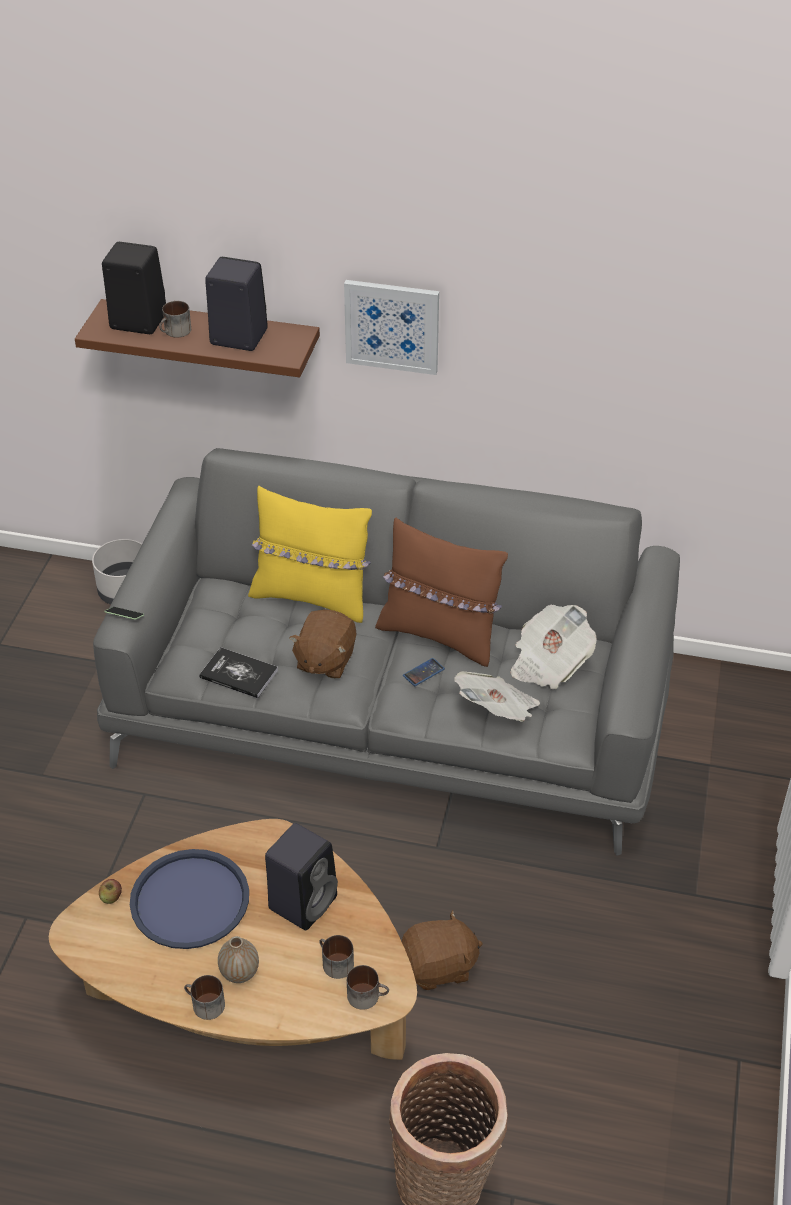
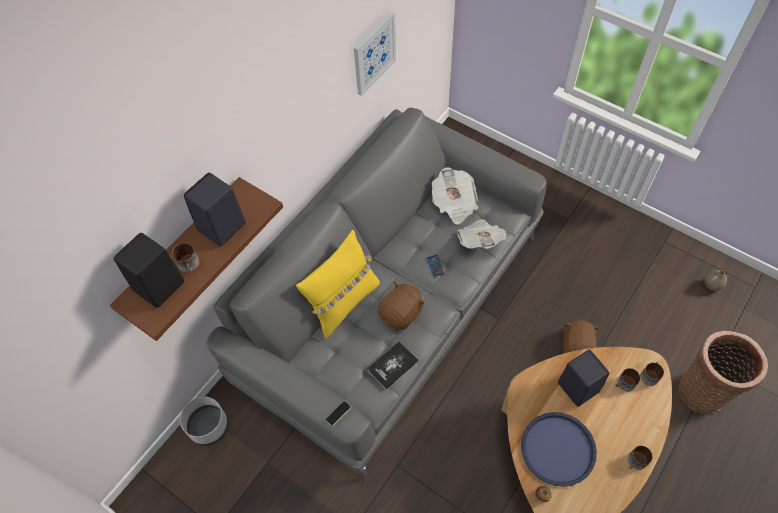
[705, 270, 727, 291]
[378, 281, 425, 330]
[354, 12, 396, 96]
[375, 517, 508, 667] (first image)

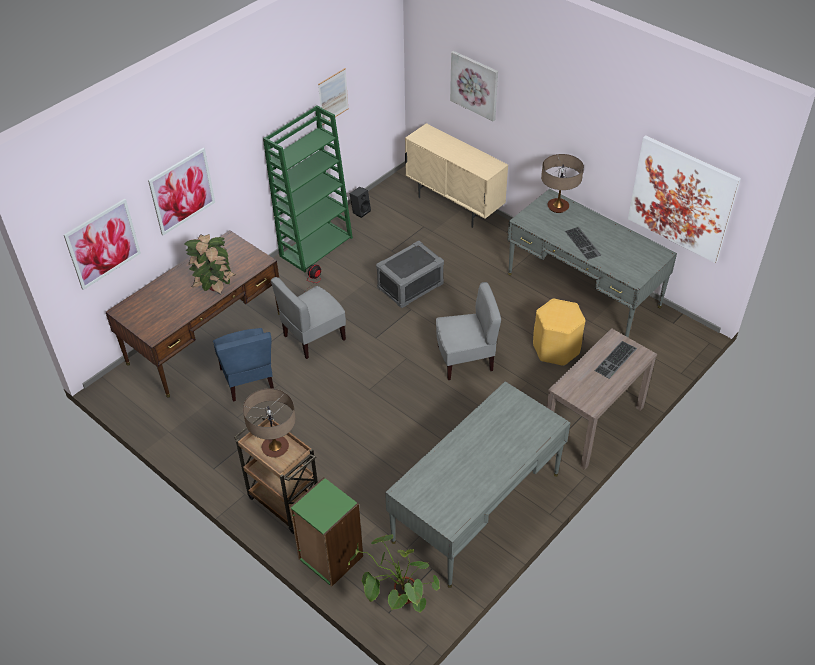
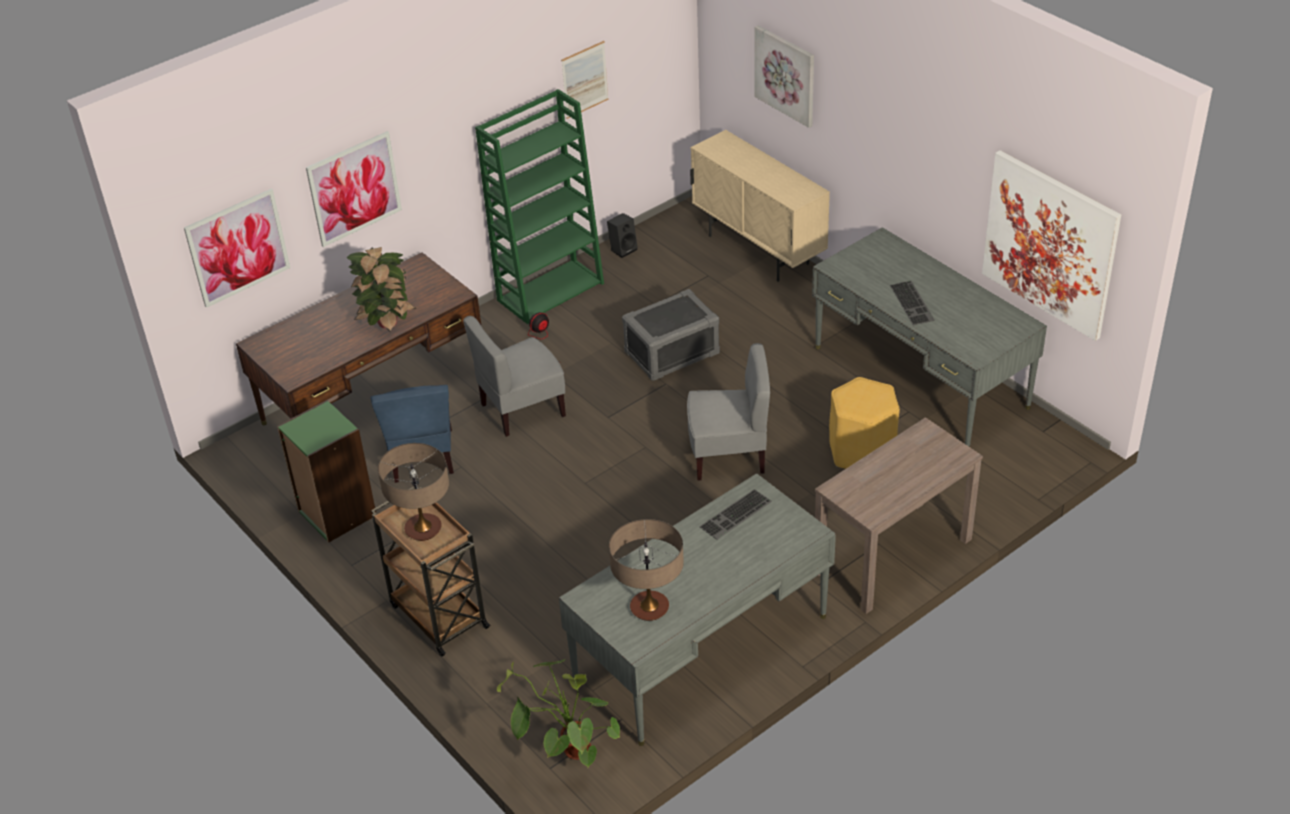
[277, 400, 376, 543]
[609, 519, 684, 621]
[699, 489, 772, 540]

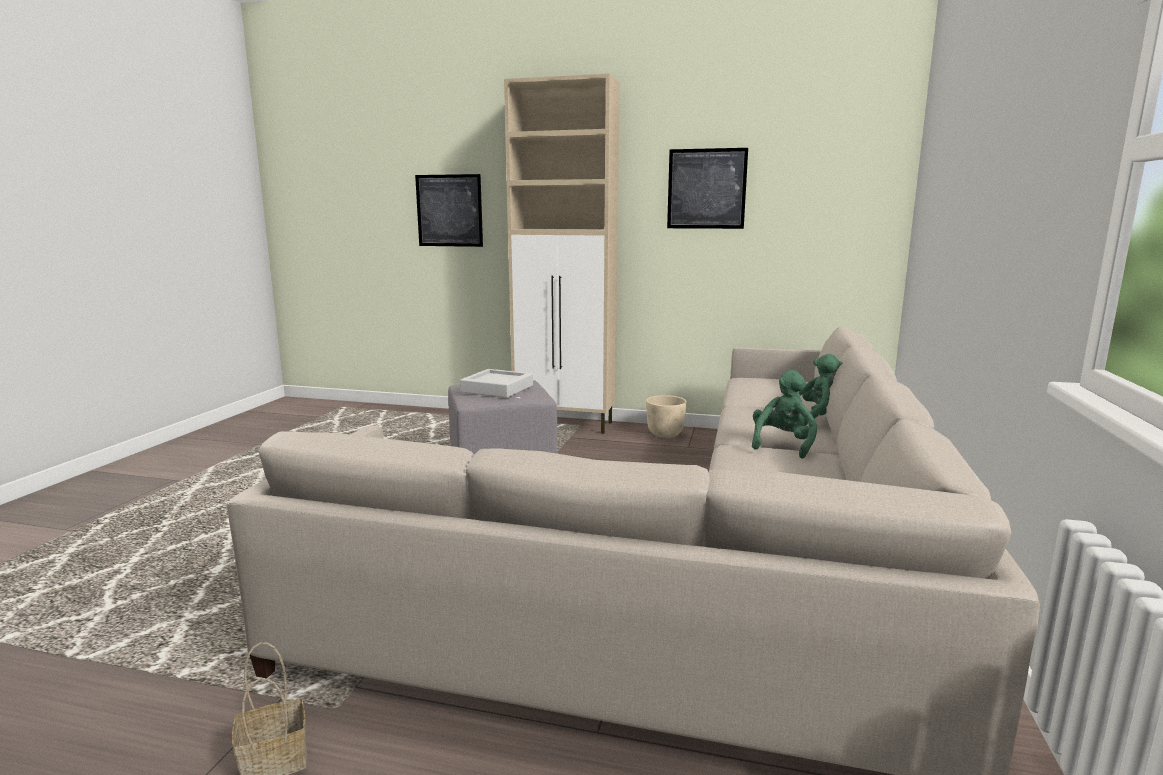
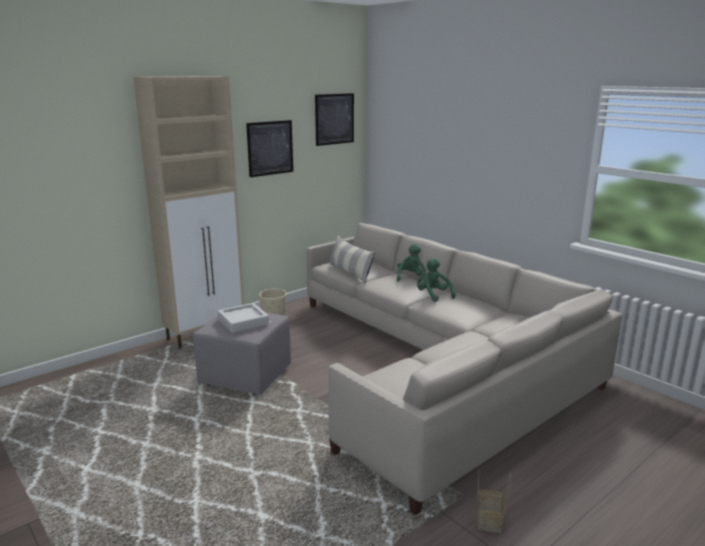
[315, 93, 354, 146]
[329, 235, 375, 283]

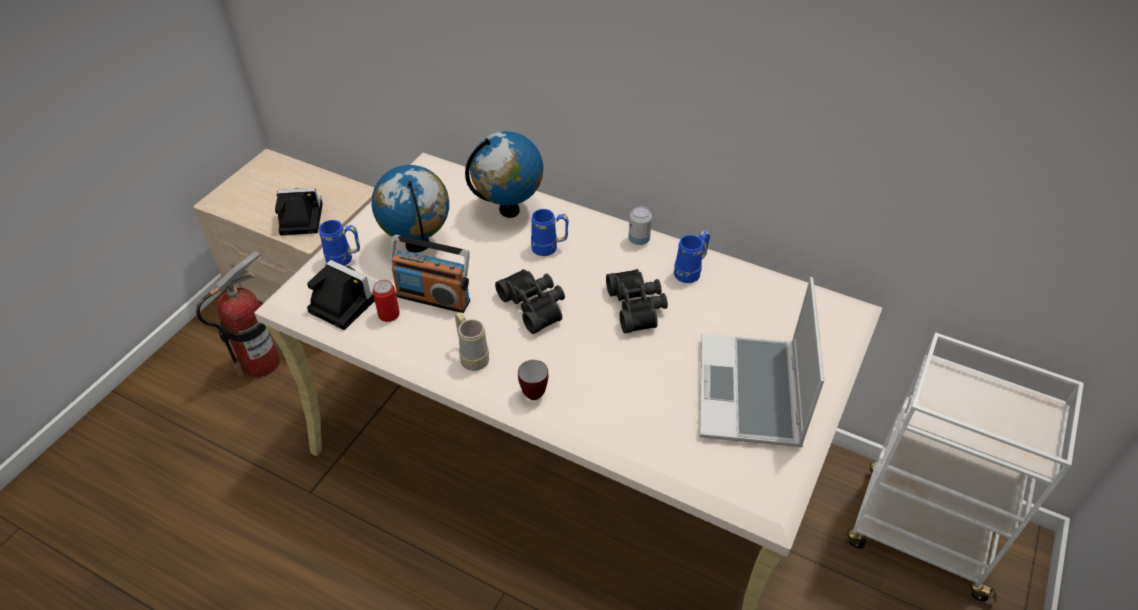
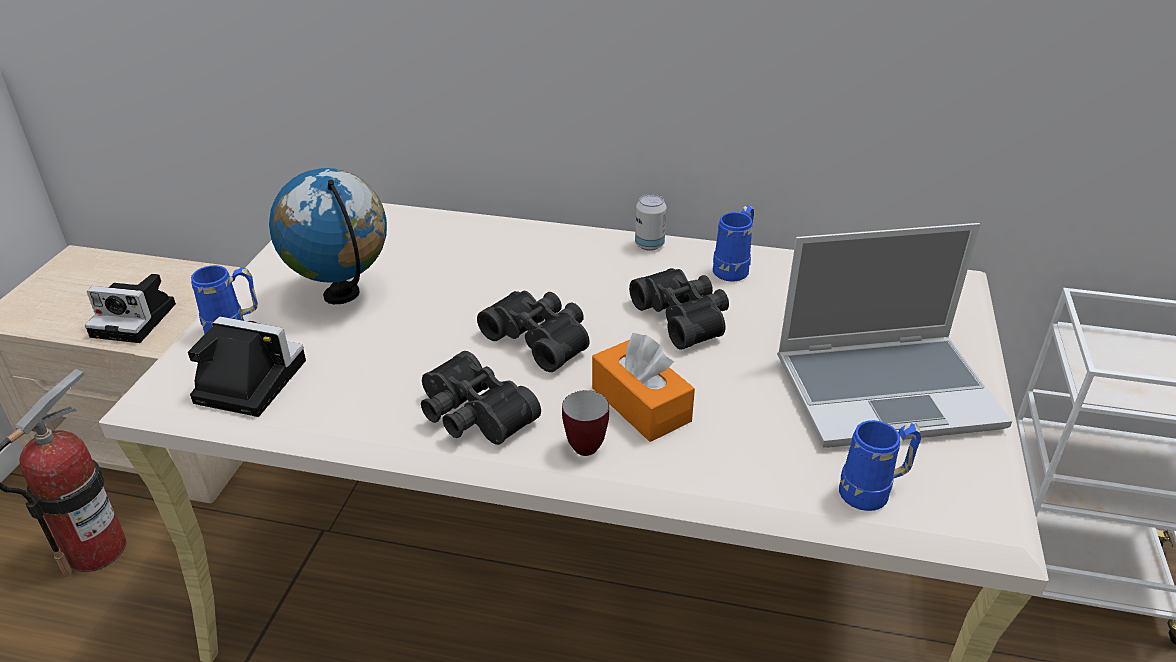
[85, 274, 176, 343]
[373, 280, 400, 322] (first image)
[390, 235, 470, 313] (first image)
[421, 351, 541, 445]
[465, 131, 543, 218] (first image)
[839, 420, 921, 511]
[777, 223, 1012, 448]
[592, 333, 695, 442]

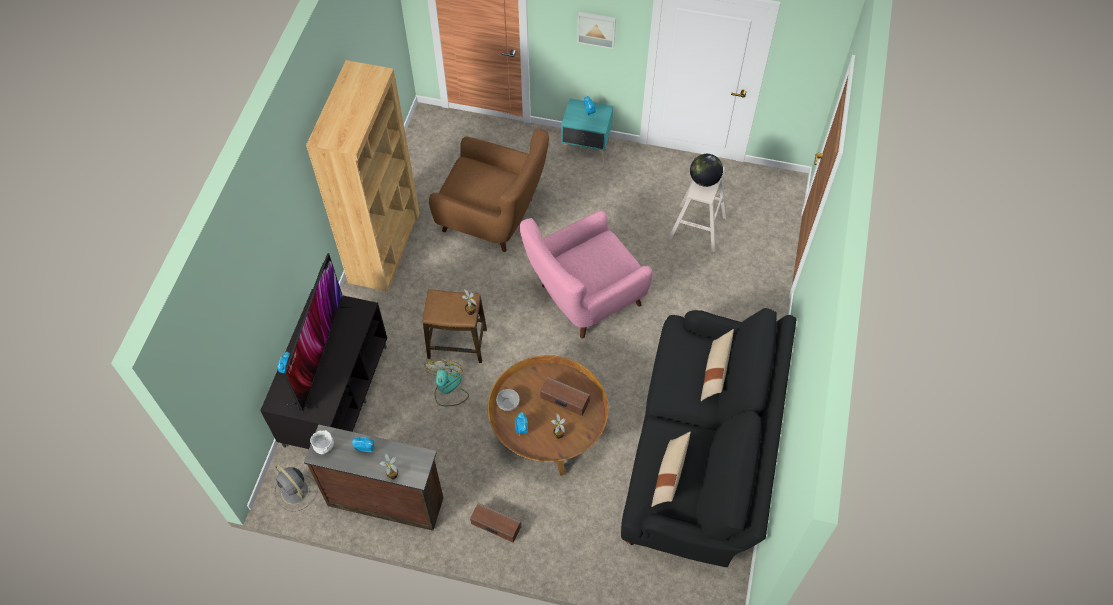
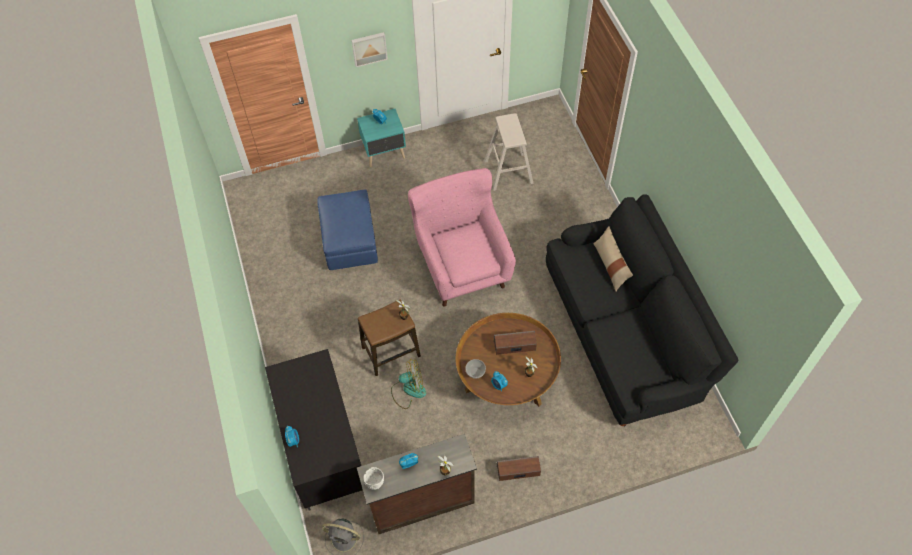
[284, 253, 349, 412] (first image)
[306, 60, 420, 291] (first image)
[391, 359, 426, 409]
[317, 190, 378, 270]
[408, 168, 516, 307]
[651, 432, 691, 507] (first image)
[690, 154, 723, 187] (first image)

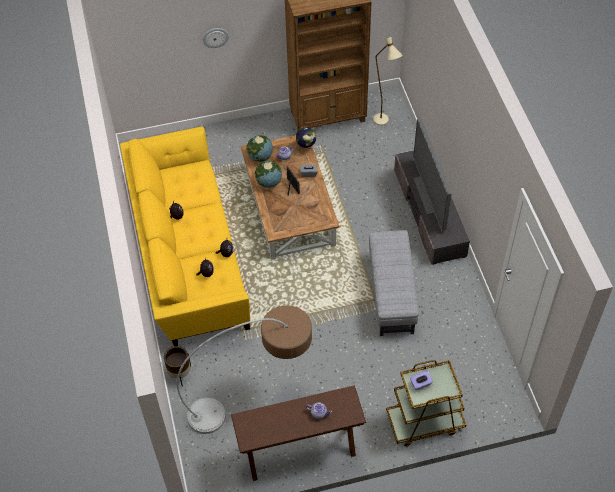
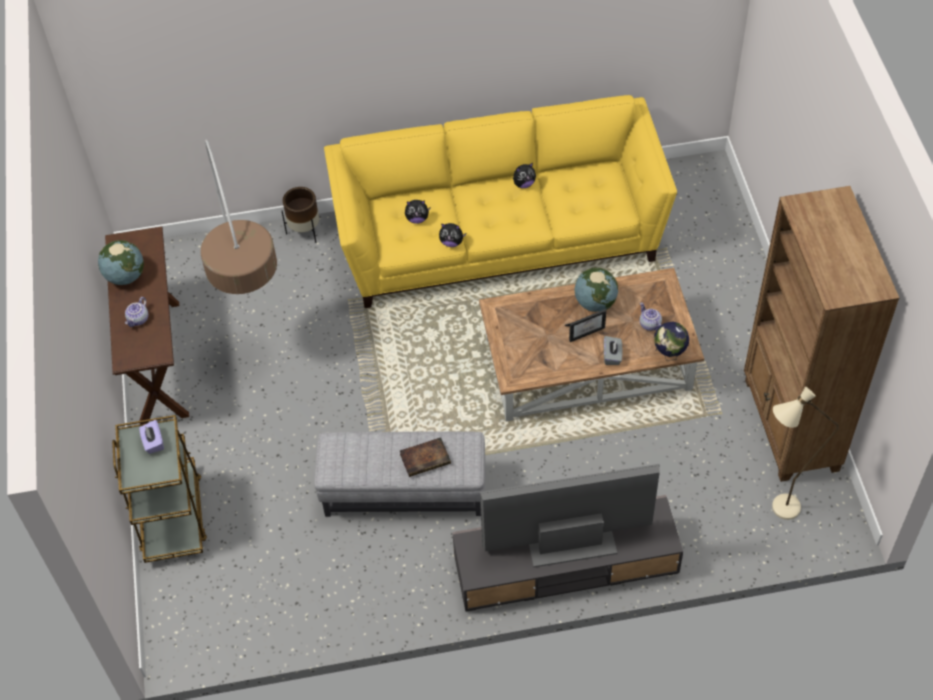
[203, 28, 229, 48] (first image)
[98, 240, 144, 285]
[399, 437, 451, 477]

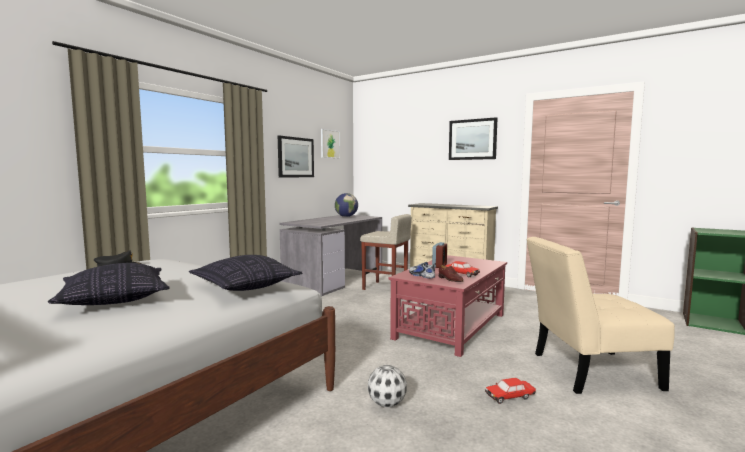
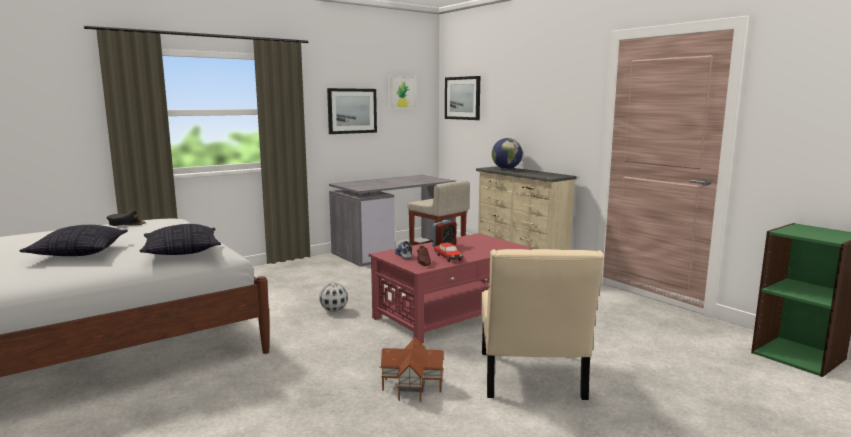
[492, 138, 523, 169]
[319, 283, 348, 312]
[445, 76, 480, 120]
[380, 337, 444, 402]
[481, 249, 604, 400]

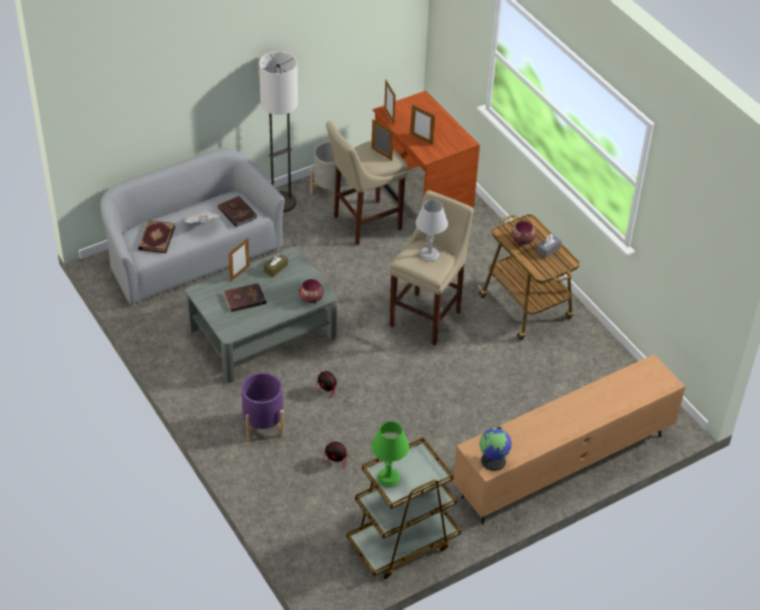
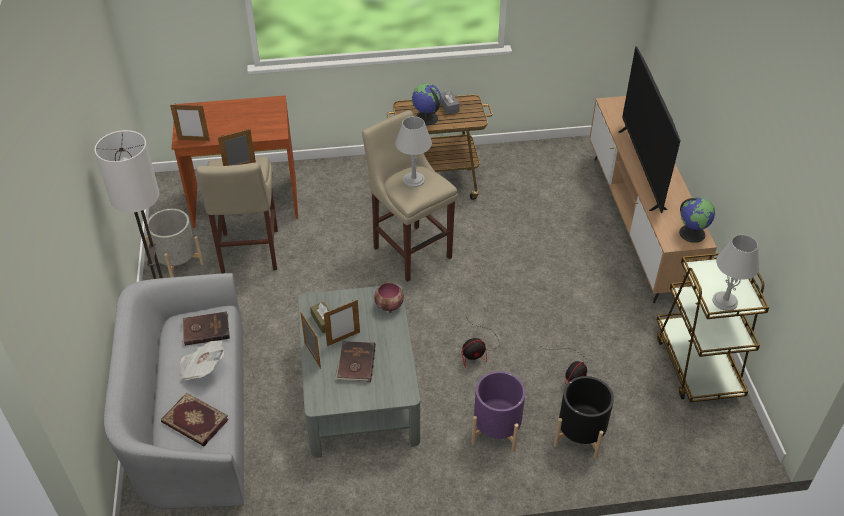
[712, 235, 760, 311]
[324, 300, 360, 346]
[412, 83, 442, 126]
[554, 376, 614, 459]
[618, 46, 681, 214]

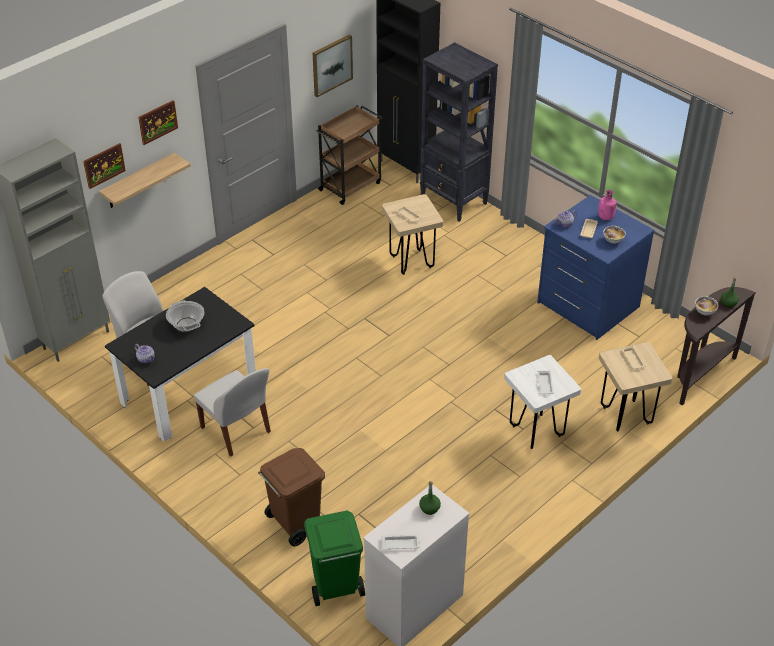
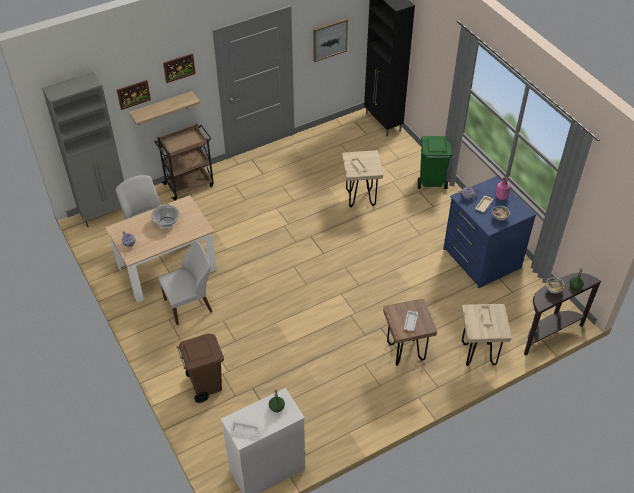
[105, 195, 217, 303]
[158, 240, 212, 325]
[418, 136, 452, 189]
[154, 124, 214, 200]
[420, 42, 498, 222] (first image)
[383, 299, 437, 366]

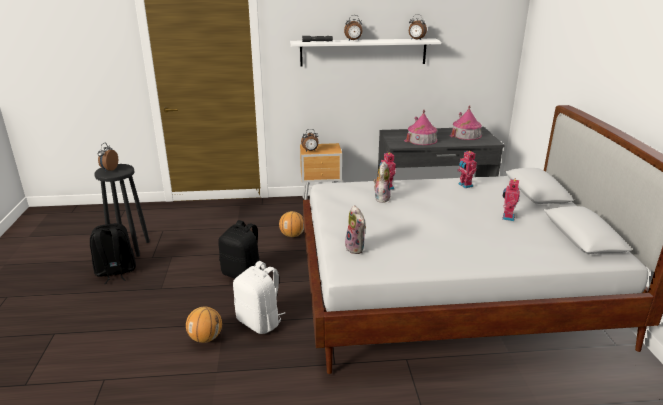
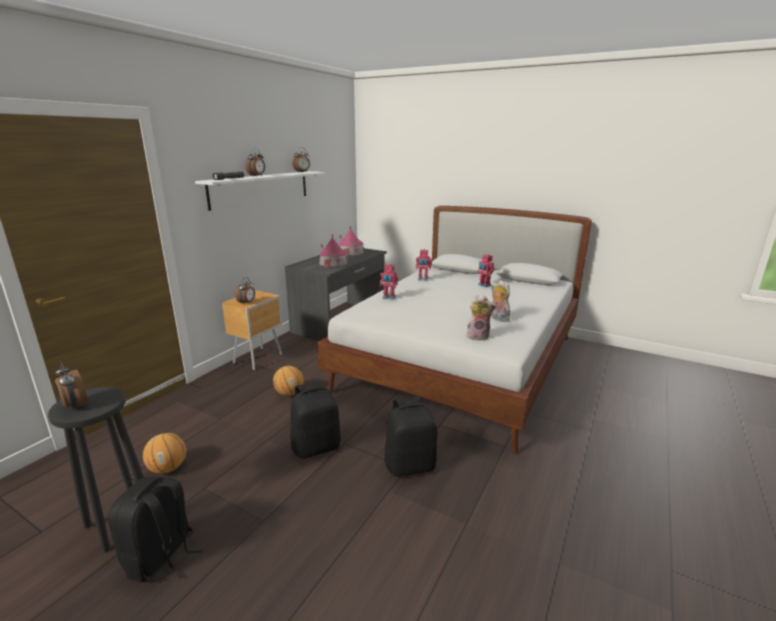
[143, 433, 186, 474]
[384, 396, 438, 477]
[491, 280, 510, 322]

